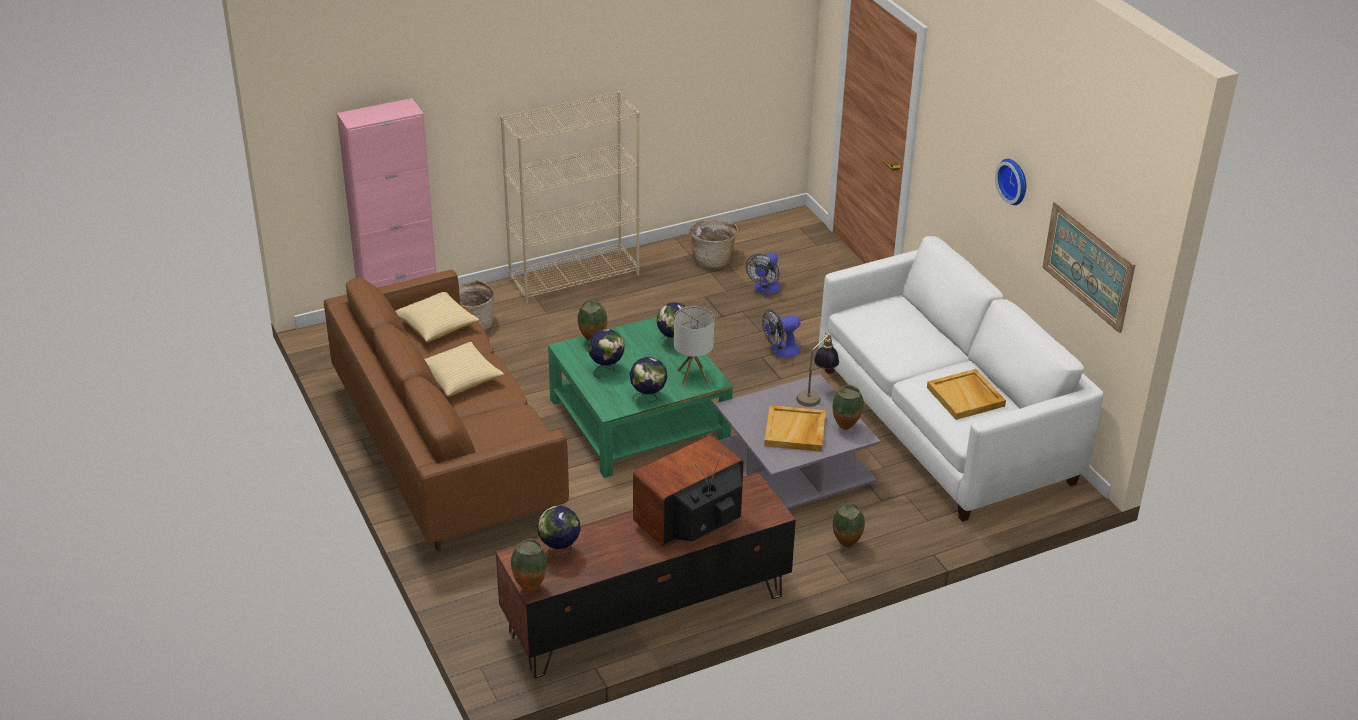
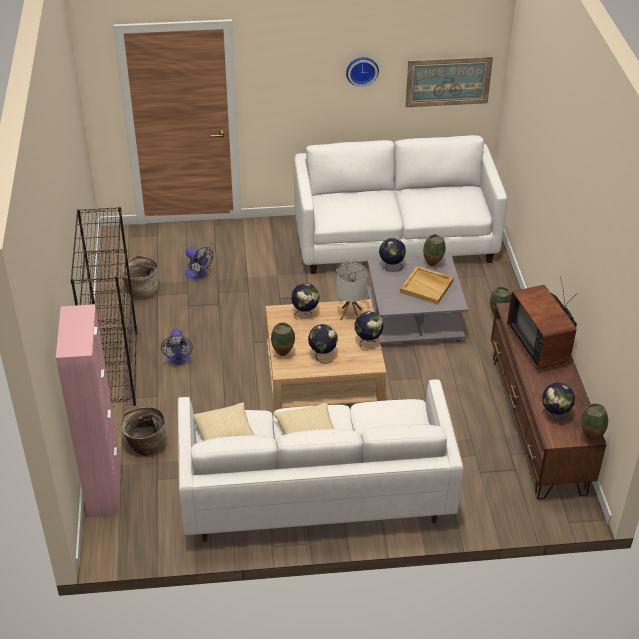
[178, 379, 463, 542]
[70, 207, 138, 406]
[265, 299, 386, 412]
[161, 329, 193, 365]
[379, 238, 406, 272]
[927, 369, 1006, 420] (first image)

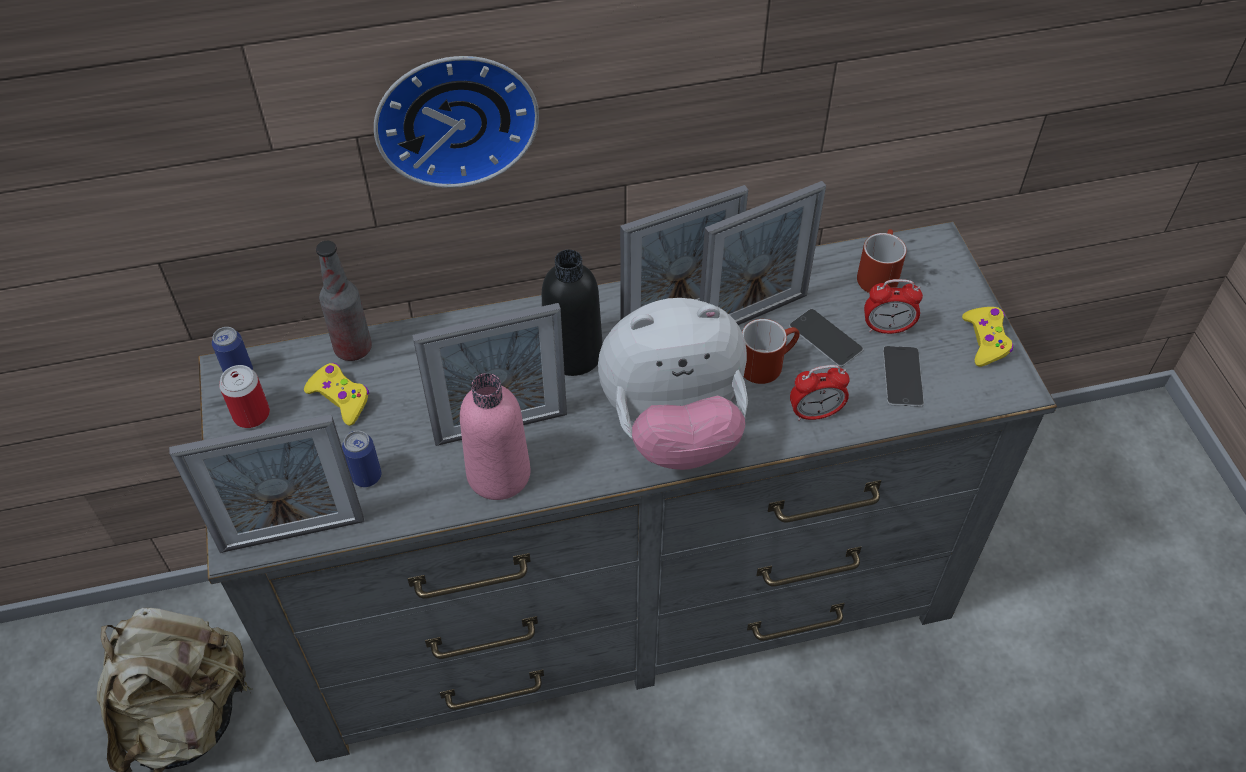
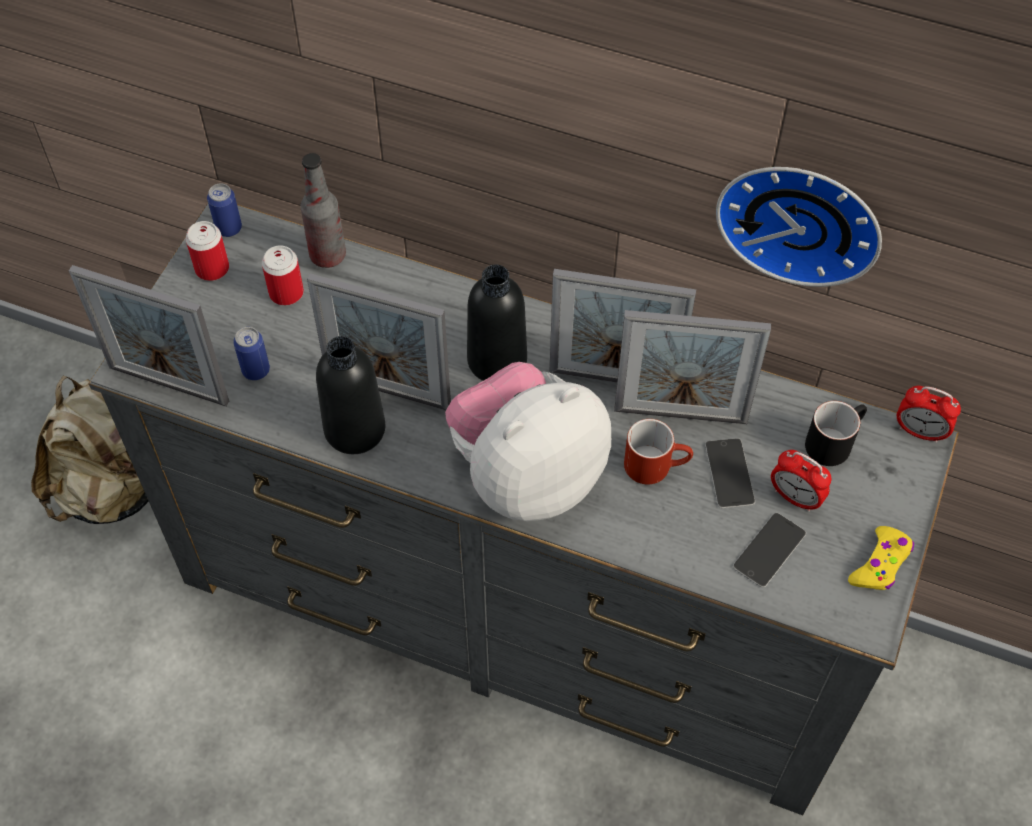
[262, 245, 304, 305]
[716, 167, 882, 287]
[316, 336, 385, 454]
[445, 362, 611, 521]
[897, 386, 961, 443]
[805, 401, 867, 466]

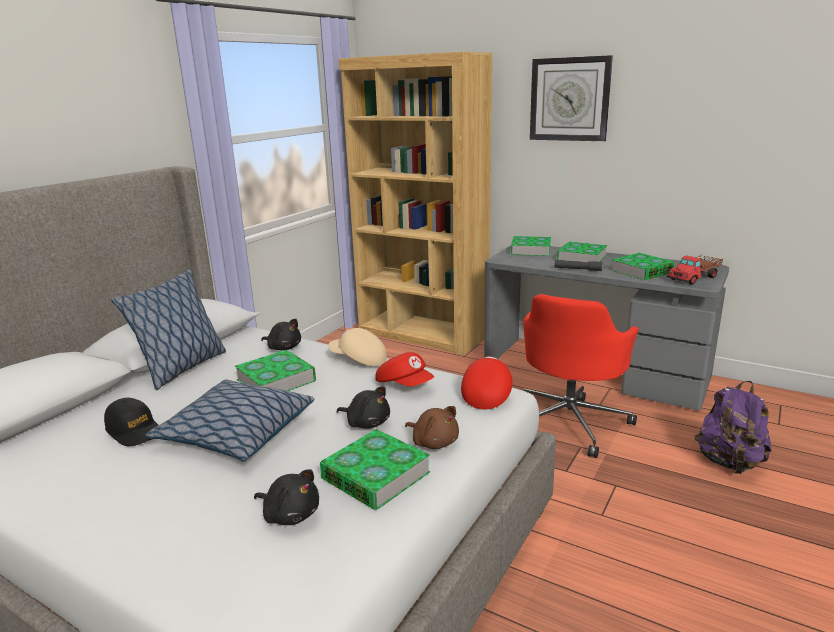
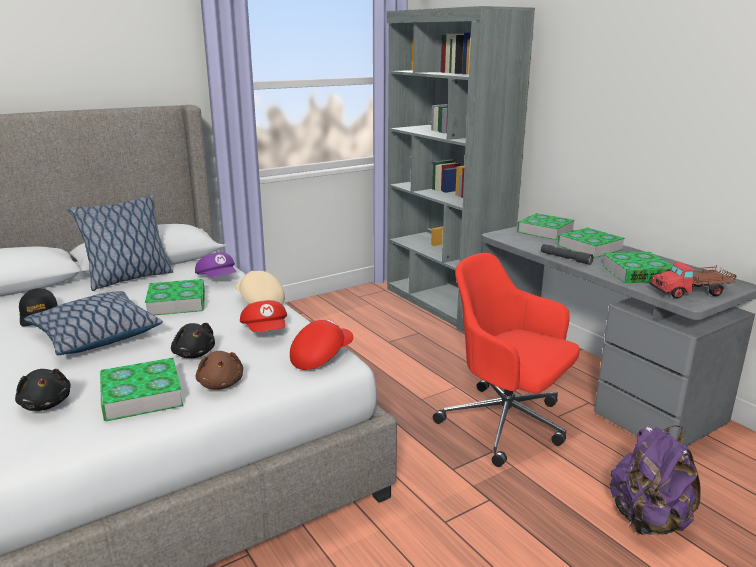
[195, 252, 236, 277]
[386, 6, 535, 333]
[433, 253, 580, 467]
[530, 55, 613, 141] (first image)

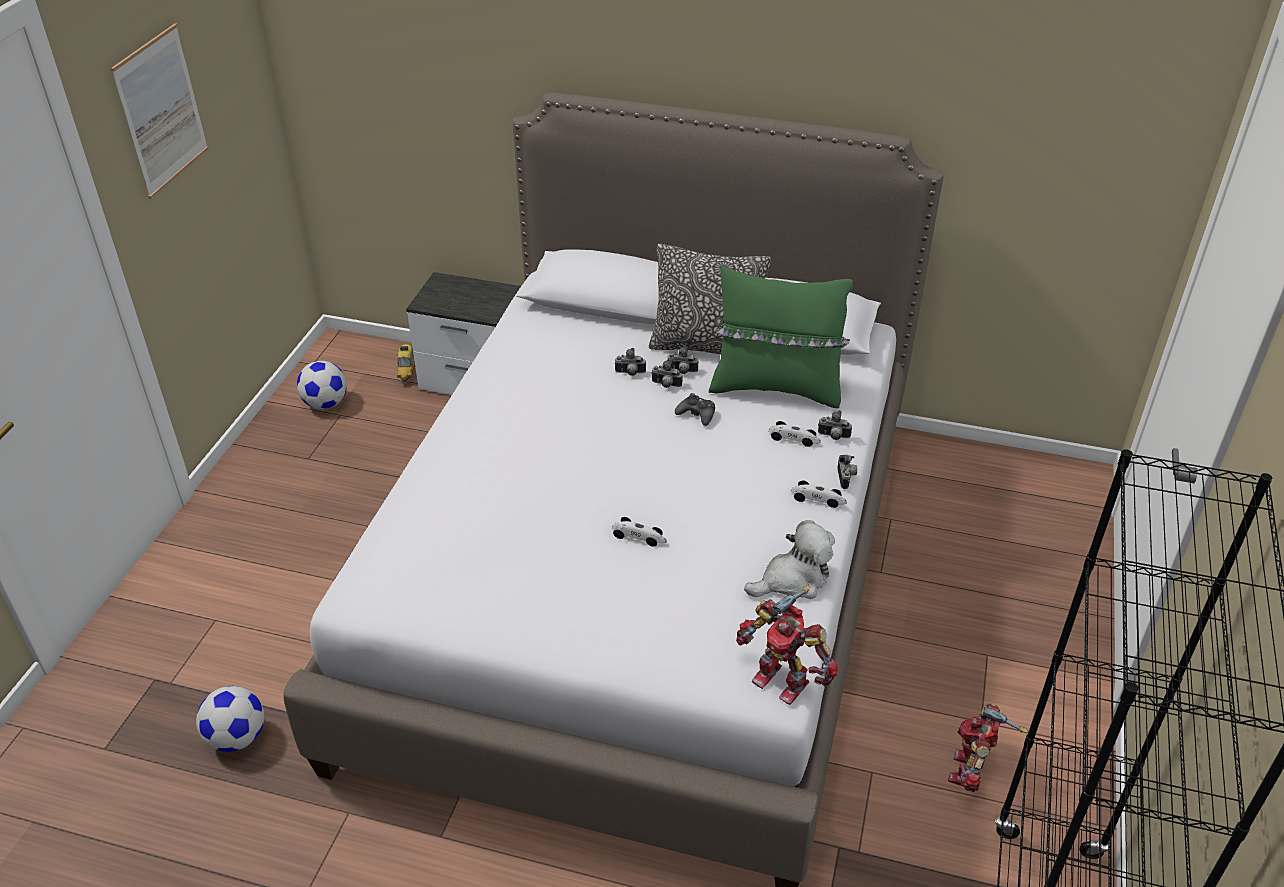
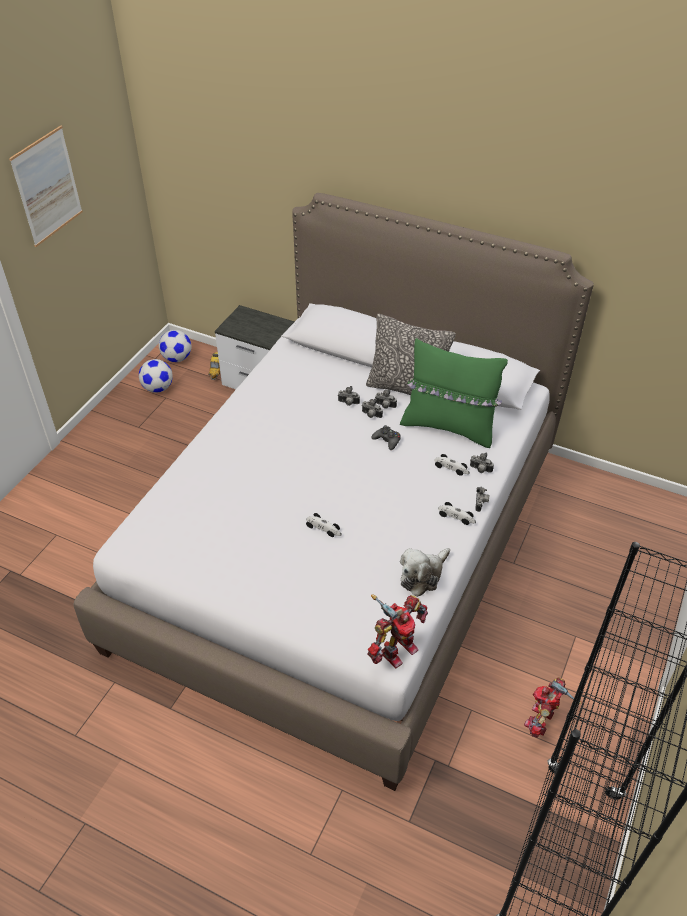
[159, 330, 192, 362]
[367, 594, 428, 669]
[400, 548, 450, 597]

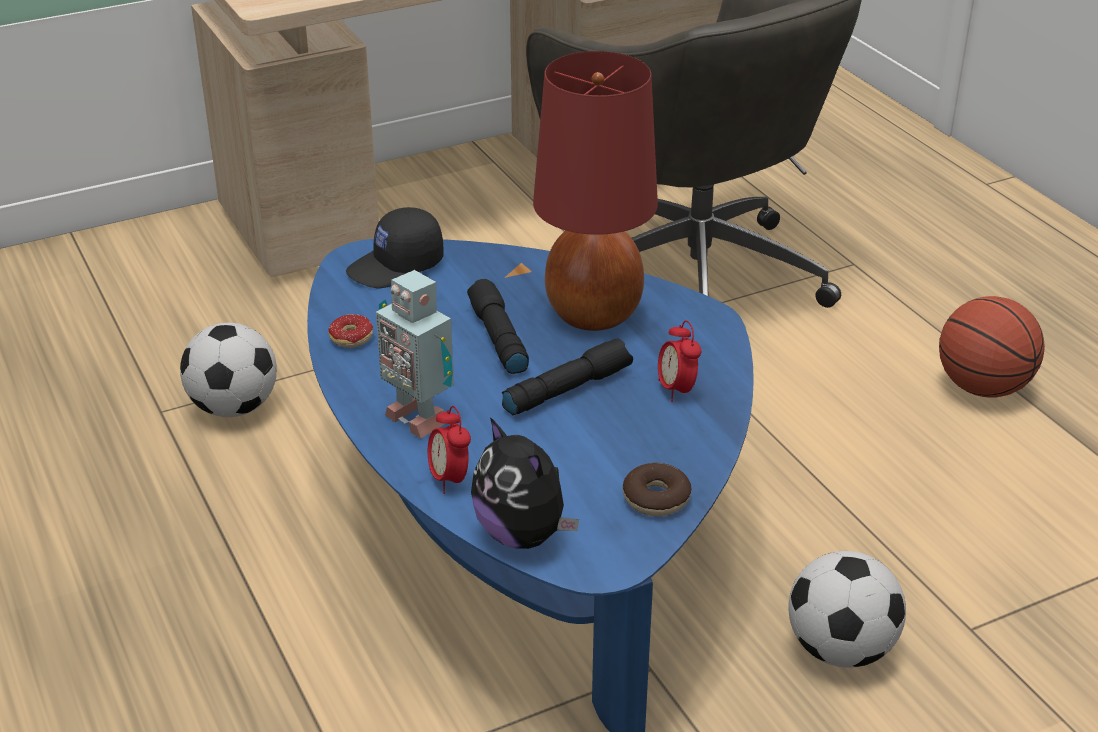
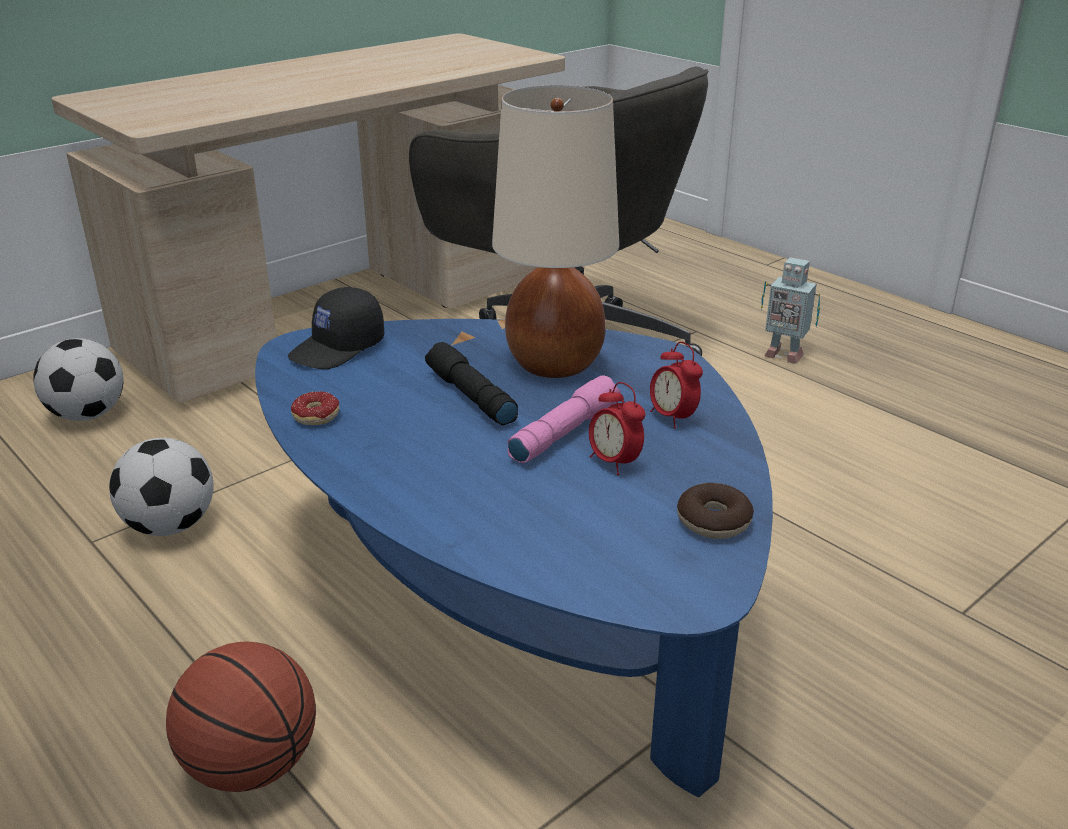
[761, 257, 820, 364]
[589, 382, 646, 475]
[471, 417, 579, 549] (first image)
[508, 375, 621, 463]
[492, 85, 619, 378]
[33, 338, 123, 421]
[166, 642, 316, 792]

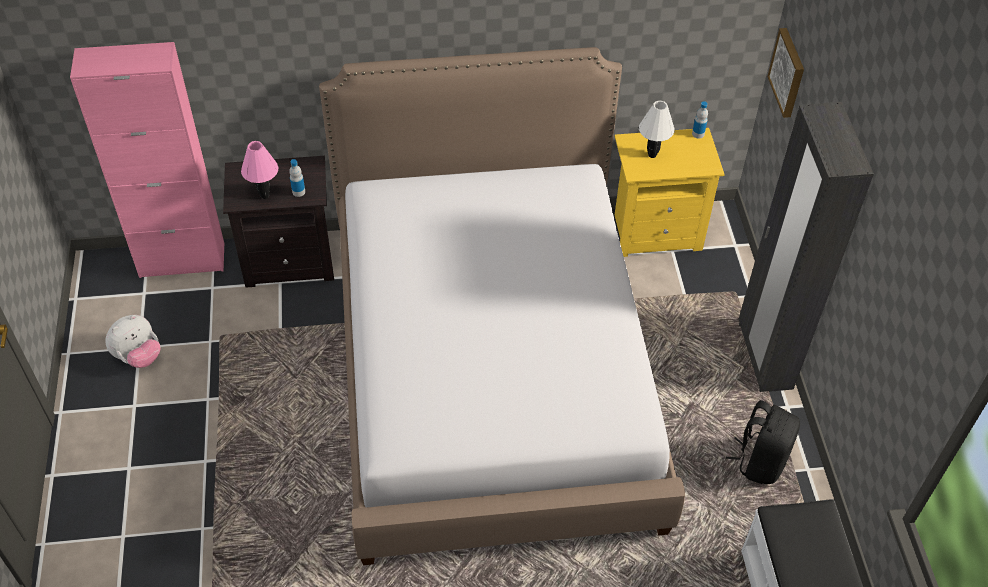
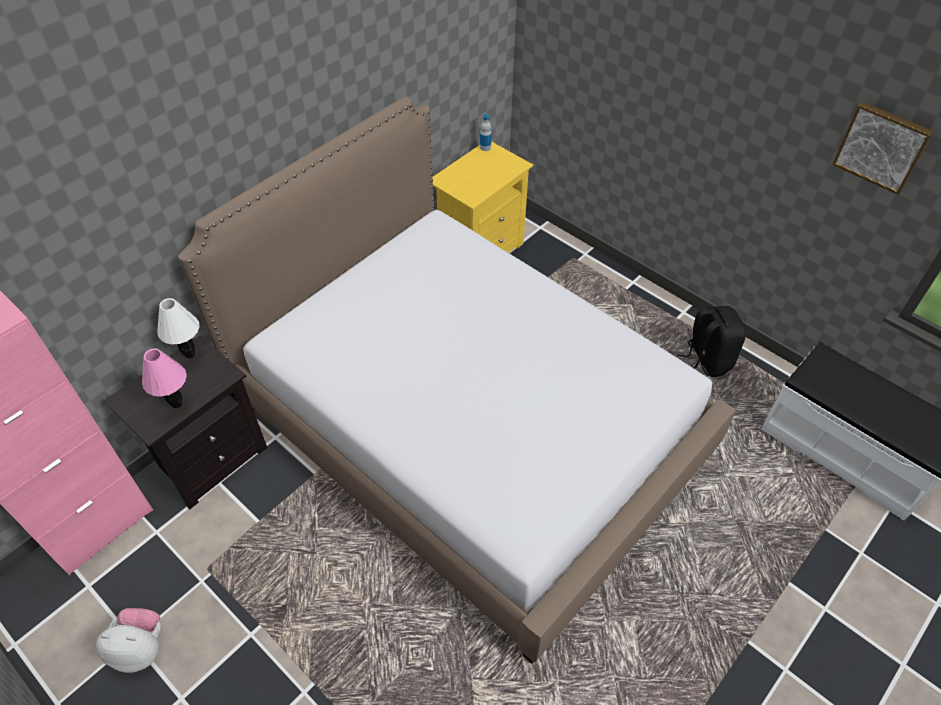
[96, 608, 161, 673]
[289, 159, 305, 197] (first image)
[158, 298, 199, 358]
[739, 102, 874, 392] (first image)
[832, 101, 934, 195]

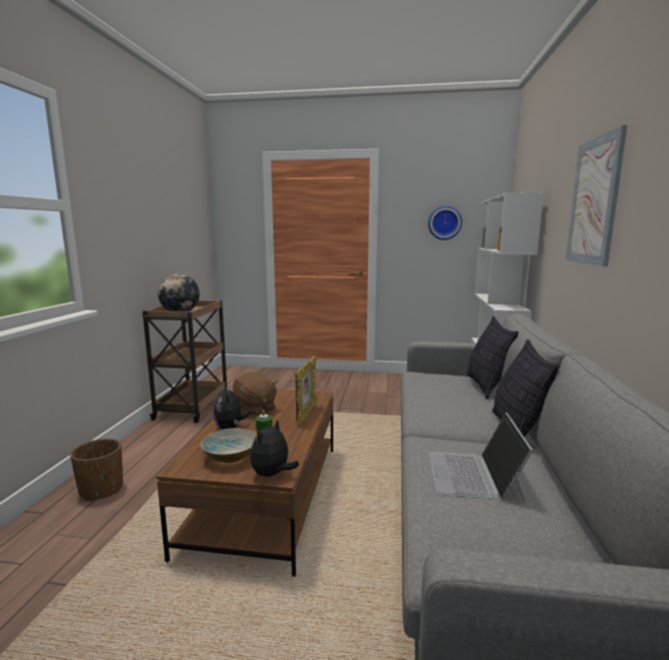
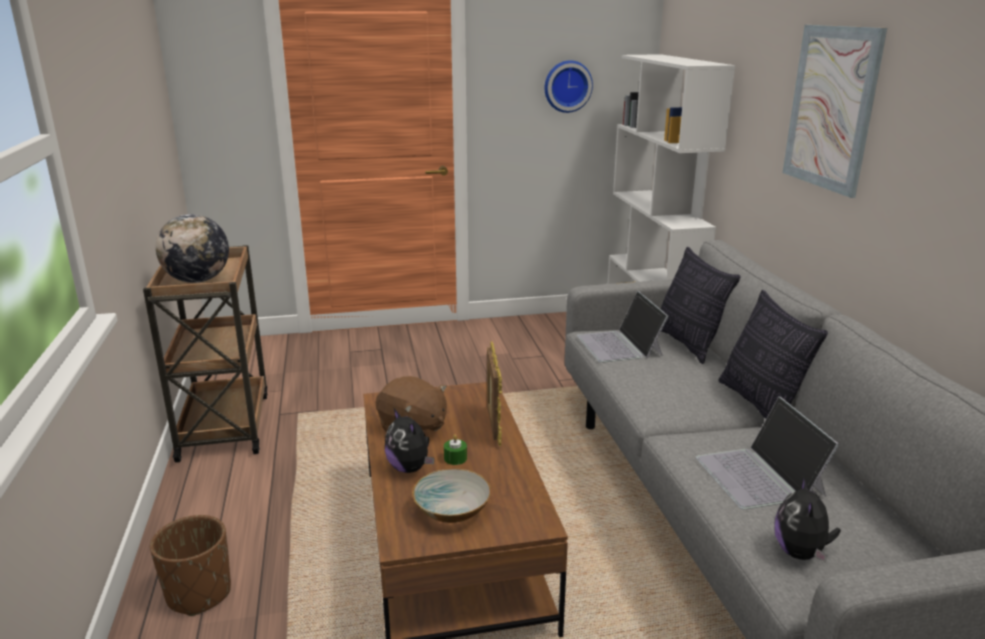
[775, 477, 841, 563]
[577, 291, 668, 363]

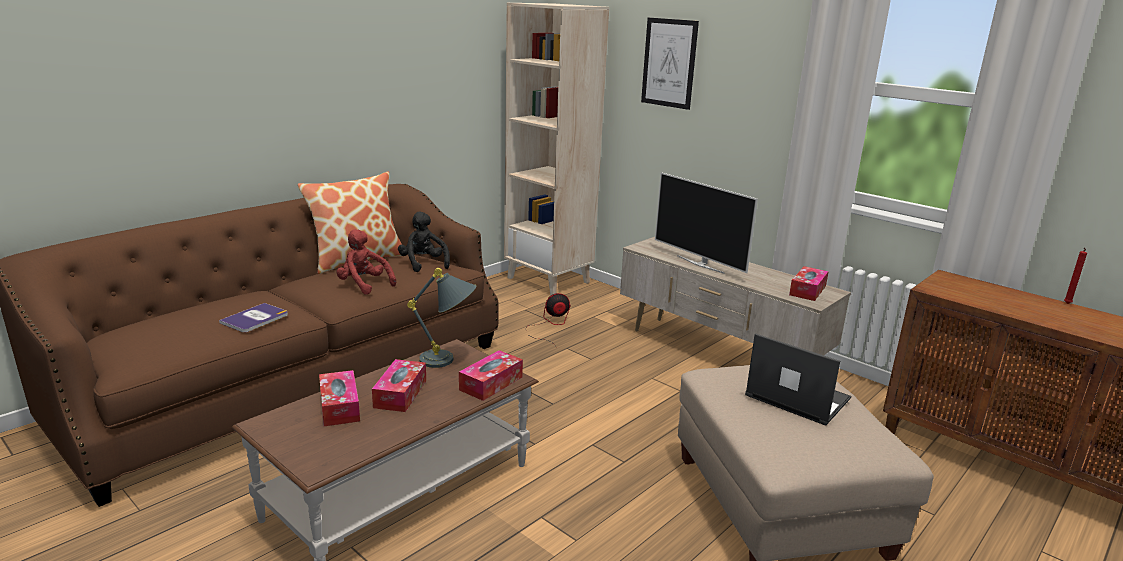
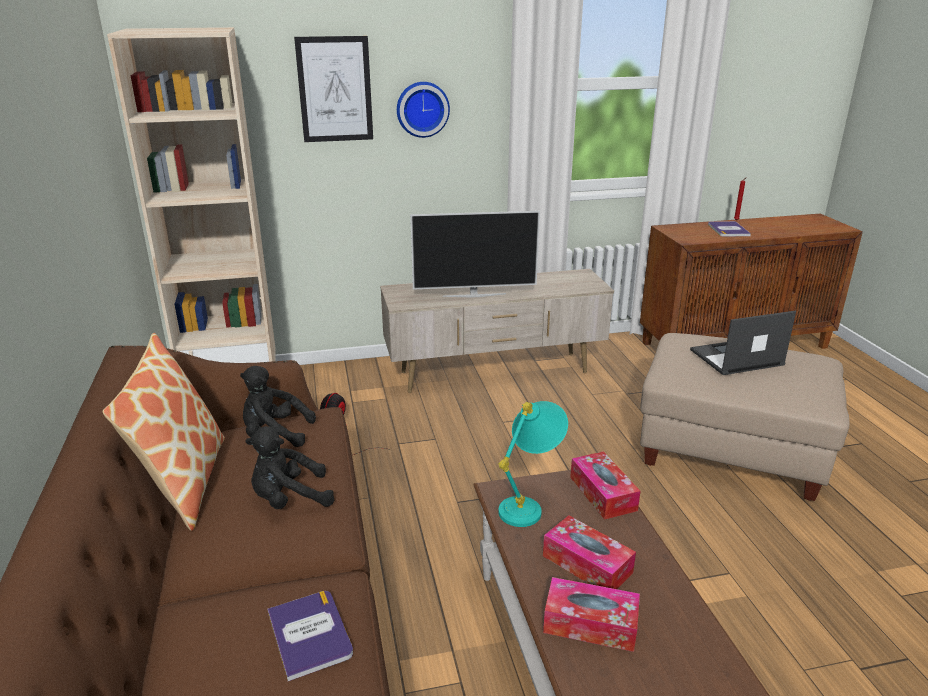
[245, 426, 334, 509]
[498, 401, 568, 527]
[789, 266, 829, 301] (first image)
[397, 82, 450, 138]
[708, 221, 751, 236]

